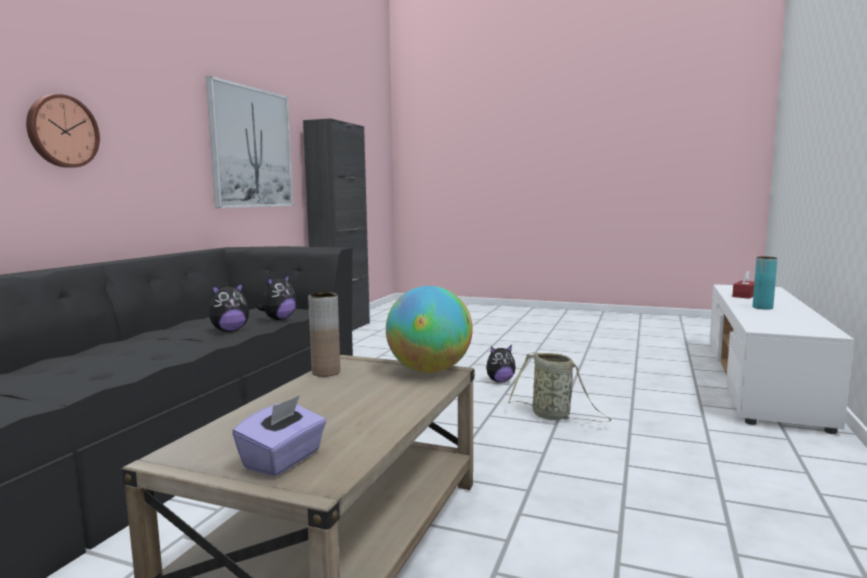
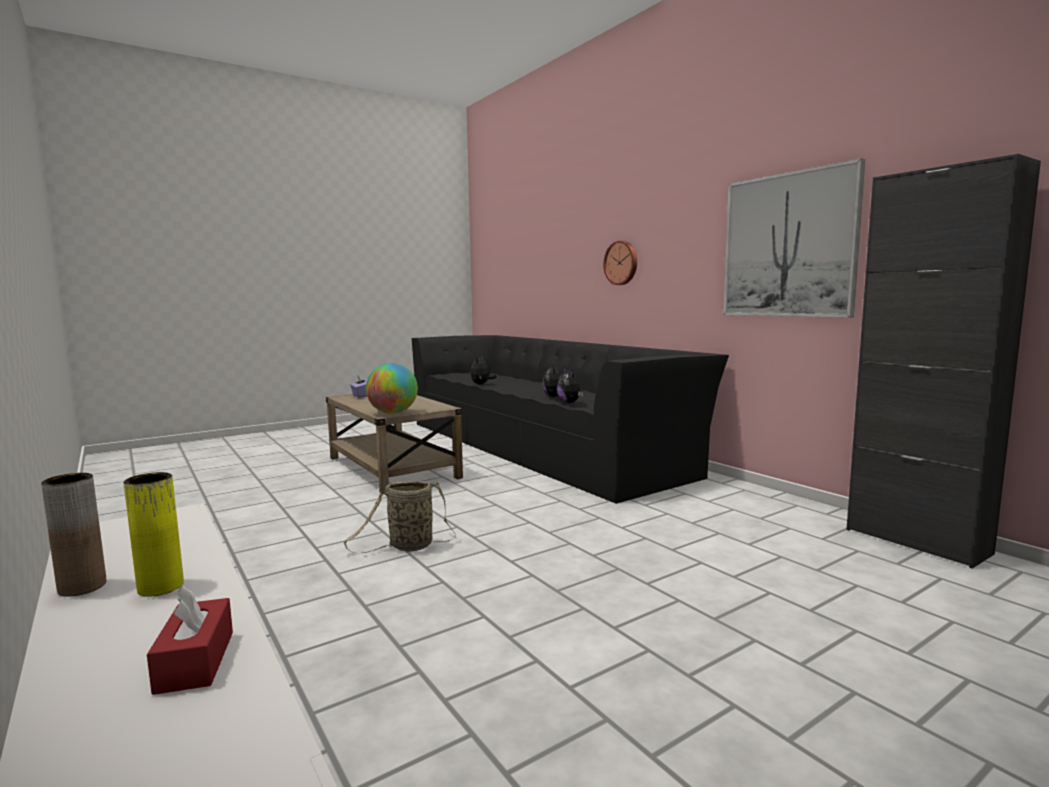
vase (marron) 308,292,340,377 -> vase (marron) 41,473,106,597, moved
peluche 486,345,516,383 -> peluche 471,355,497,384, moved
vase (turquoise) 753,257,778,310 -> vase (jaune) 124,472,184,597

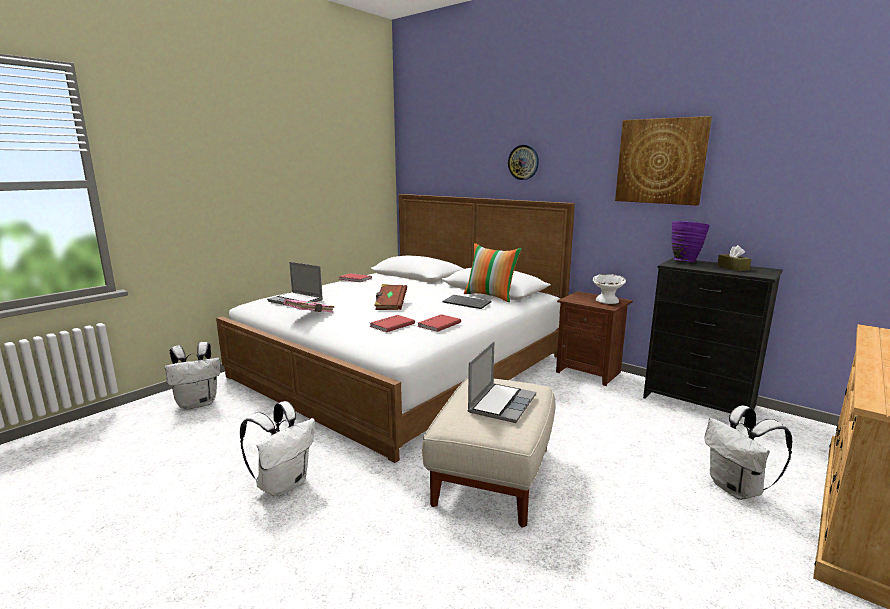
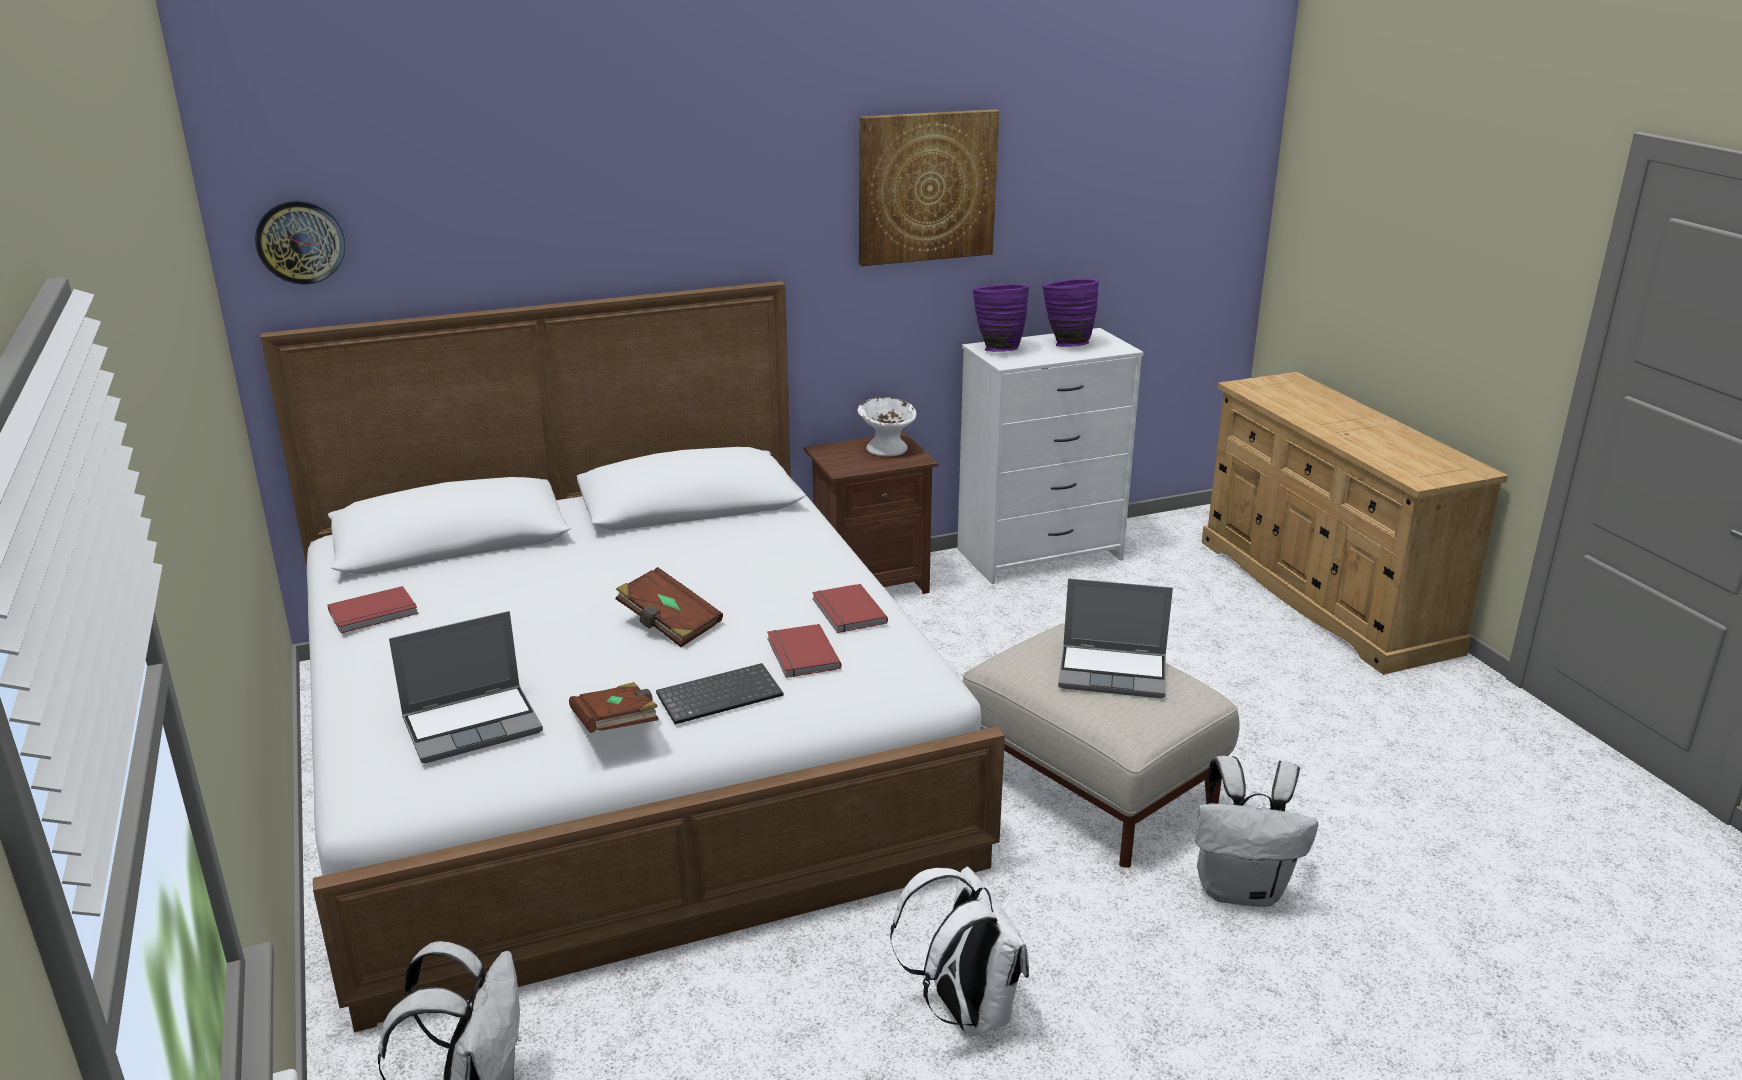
livre (rose) 283,299,334,313 -> livre (marron) 569,682,658,733
clavier 443,295,491,309 -> clavier 656,663,783,724, moved
coussin 464,243,522,302 -> none
ordinateur portable 468,341,536,423 -> ordinateur portable 1058,578,1173,698, 135 degrees clockwise
horloge murale 508,145,539,180 -> horloge murale 255,200,345,285, moved
commode (noir) 643,258,783,427 -> commode (blanc) 957,328,1144,584
sac à dos (blanc) 704,406,792,500 -> sac à dos (blanc) 1195,756,1318,907, moved
boîte à mouchoirs (marron) 717,245,752,271 -> vase (violet) 1042,278,1099,347

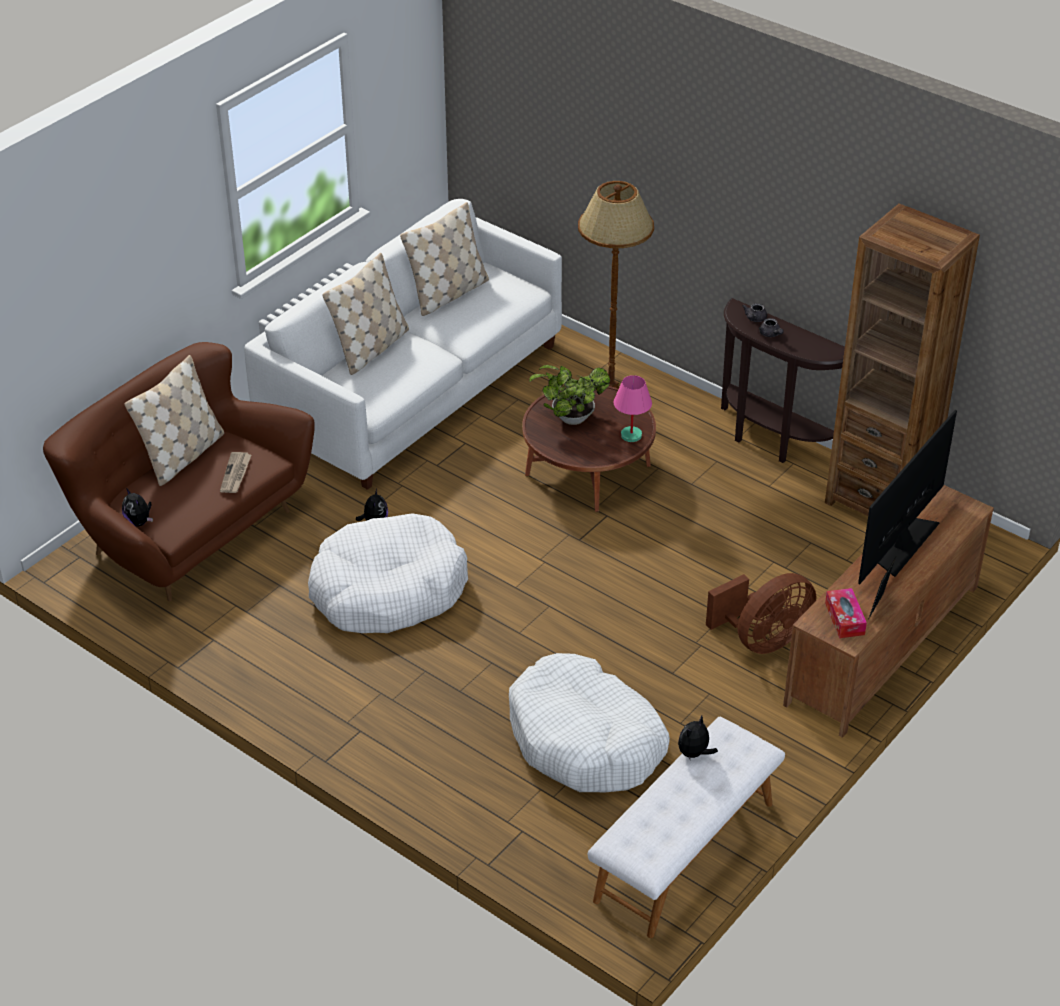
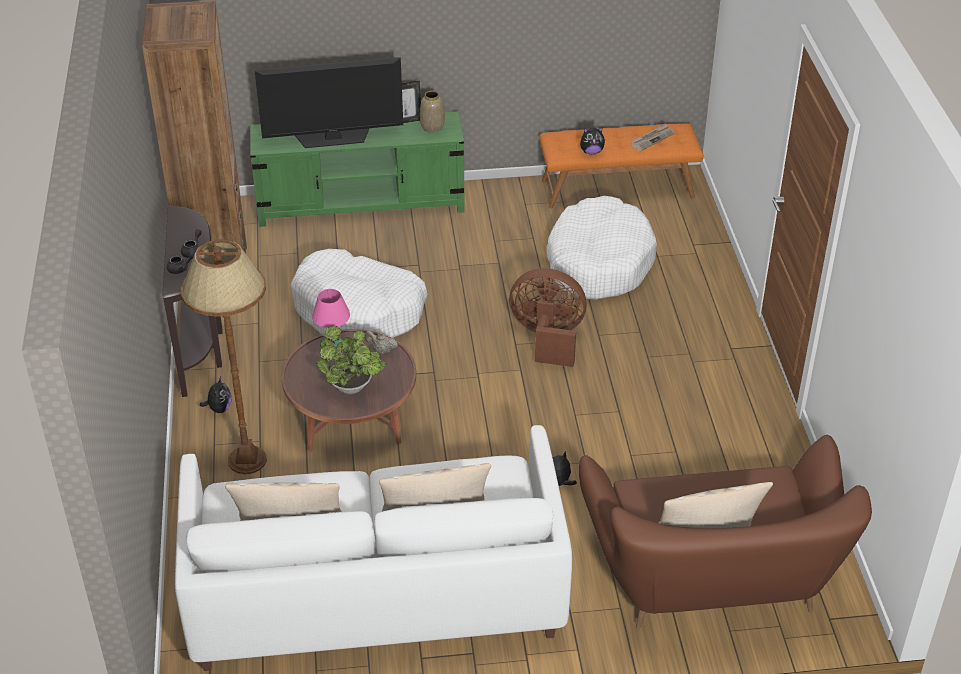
peluche 122,488,153,526 -> peluche 200,377,232,413, moved
journal 220,452,251,493 -> journal 630,123,675,151, moved
panier pour chien (blanc) 308,513,468,633 -> panier pour chien (blanc) 290,249,427,338, moved
banc (blanc) 588,717,785,938 -> banc (orange) 539,123,704,208
ventilateur (marron) 706,573,816,654 -> ventilateur (marron) 509,268,587,367, moved
meuble télé (marron) 783,485,994,738 -> meuble télé (vert) 250,112,465,227
boîte à mouchoirs 825,588,867,638 -> vase 420,91,445,133
none -> théière (beige) 365,331,398,354

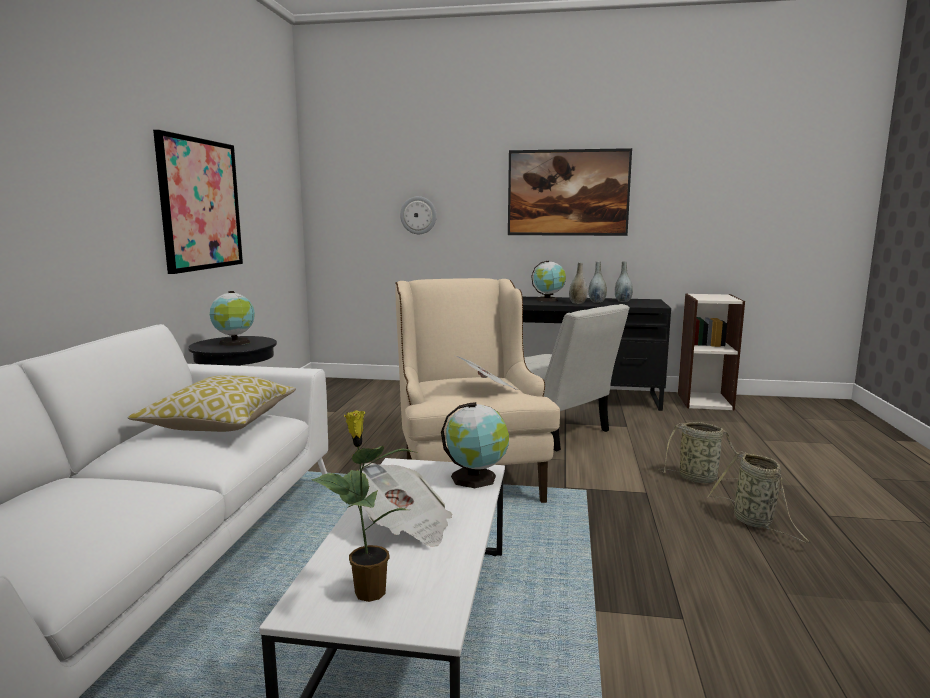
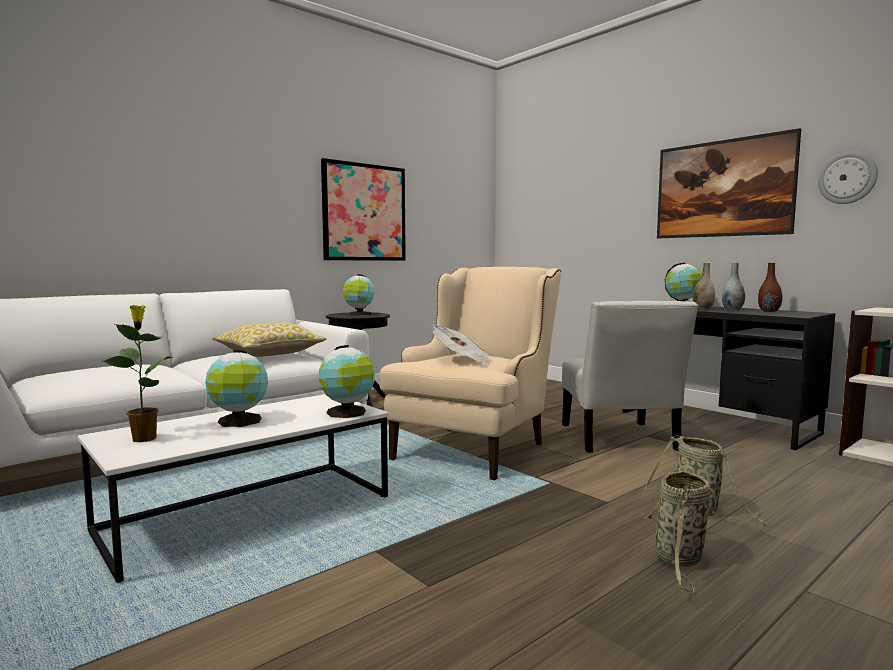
journal 361,463,452,547 -> globe 205,350,268,427
horloge murale 400,196,437,234 -> horloge murale 818,151,878,204, moved
vase (gris) 615,261,633,302 -> vase (marron) 758,263,783,312

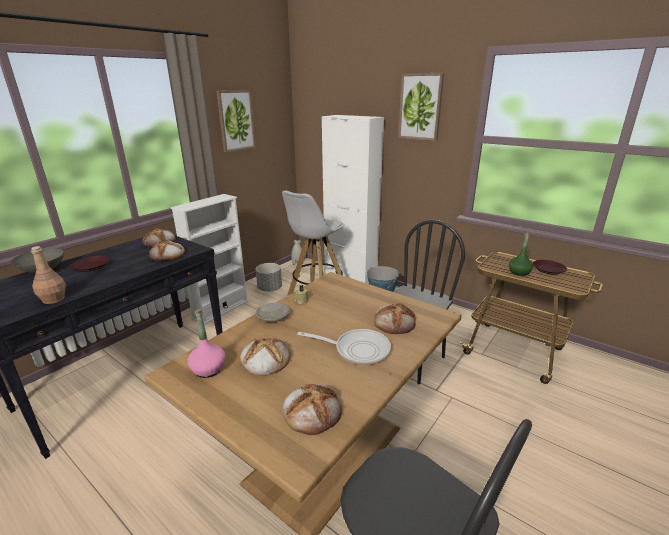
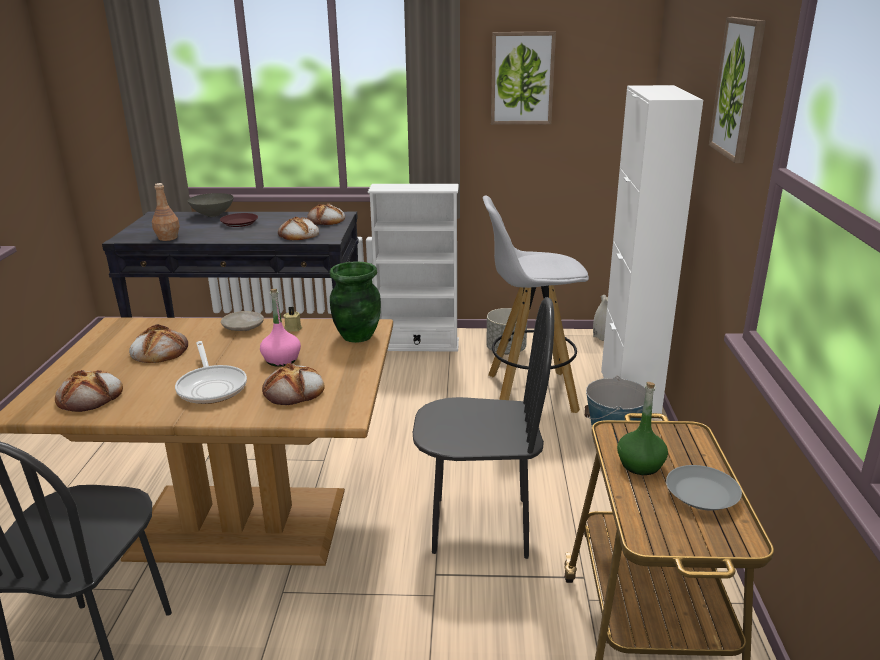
bouteille (rose) 188,309,226,378 -> bouteille (rose) 260,289,301,367, moved
assiette (marron) 533,260,567,274 -> assiette (gris) 666,465,742,510
none -> vase (vert) 330,261,381,343

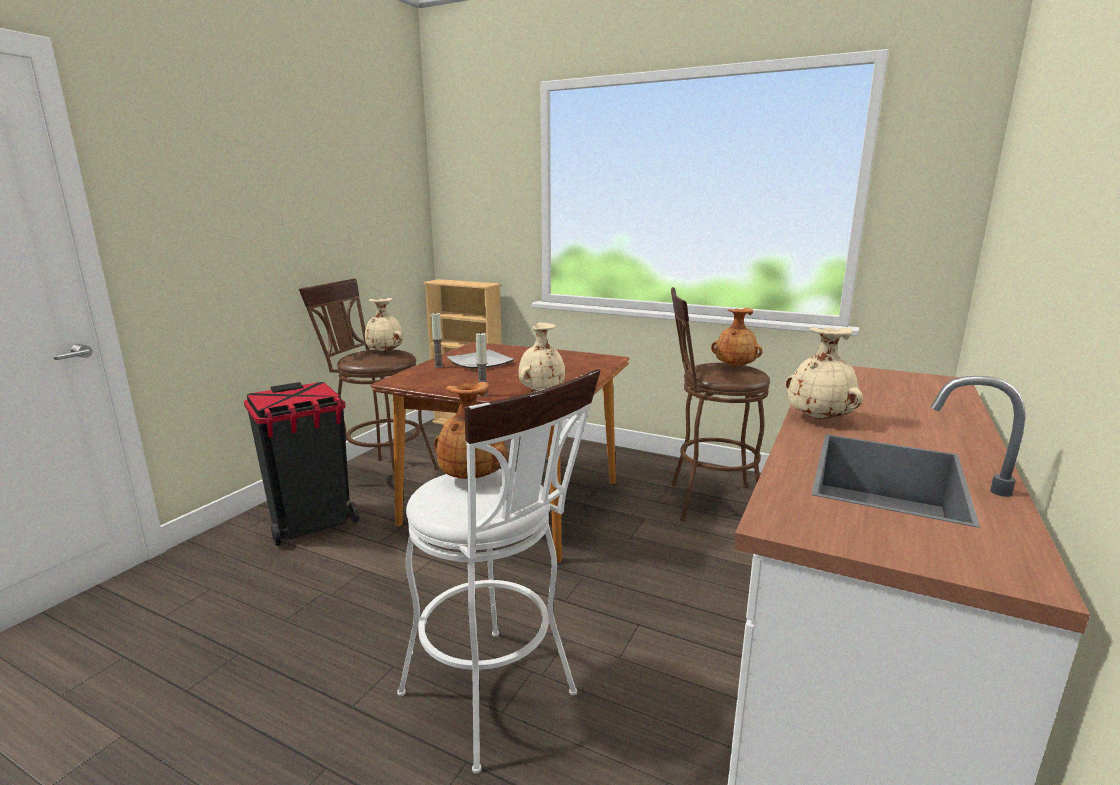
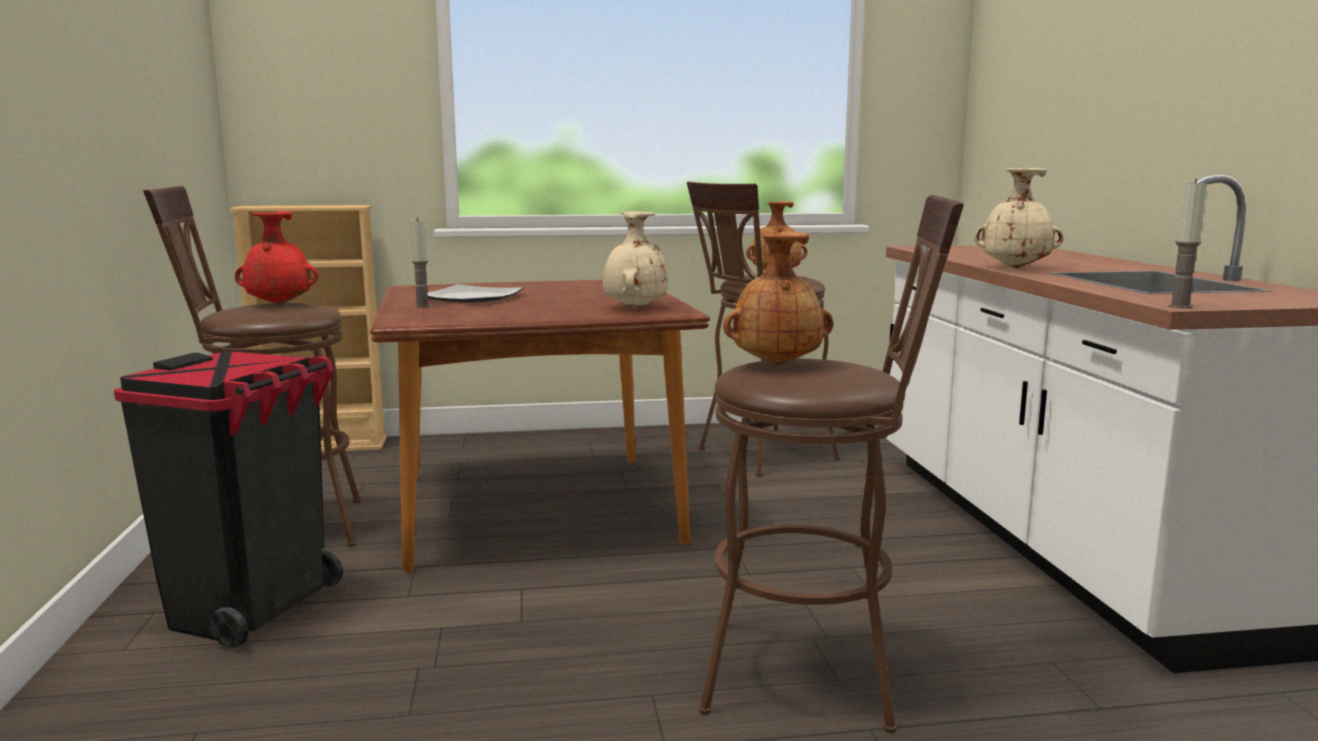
vase (beige) 365,298,403,352 -> vase (rouge) 235,211,318,305
tabouret (blanc) 397,369,601,774 -> tabouret (marron) 699,195,964,733
bougie 475,332,489,397 -> bougie 1168,179,1207,309, moved

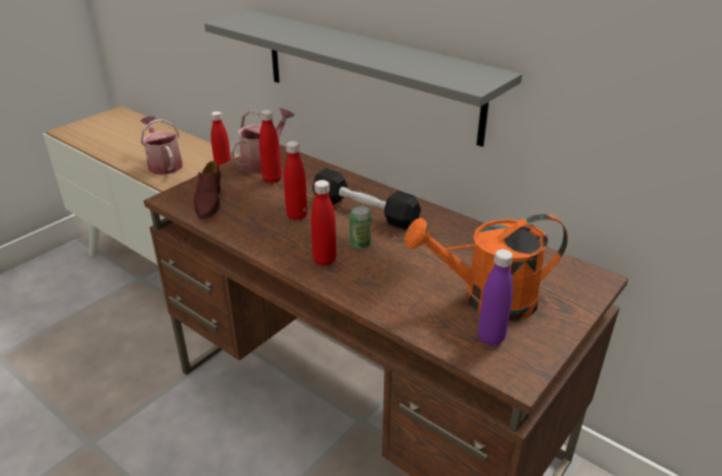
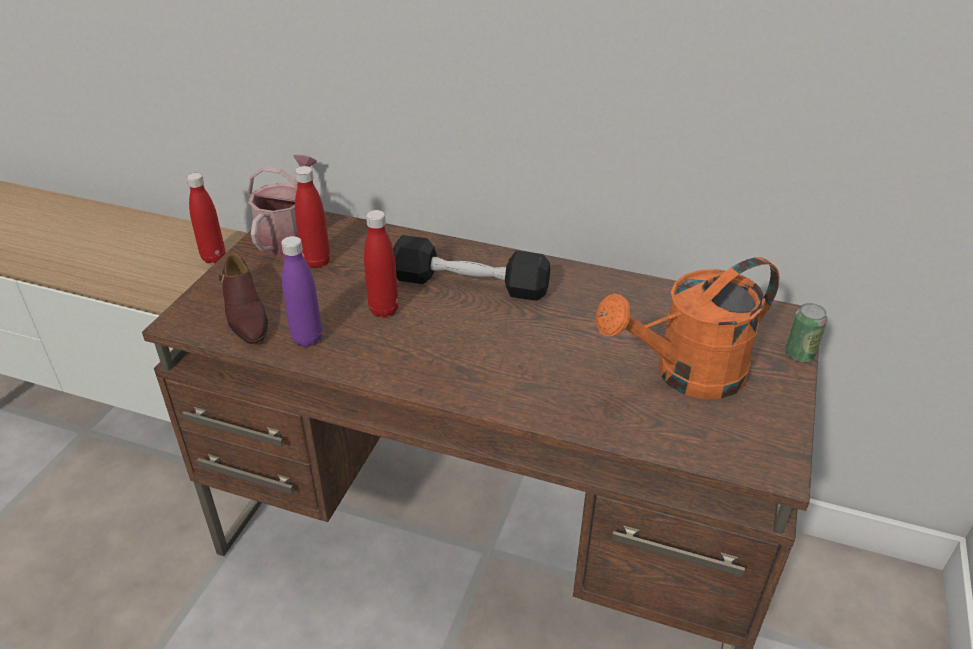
arrosoir 141,116,182,175 -> none
étagère (gris) 204,10,522,147 -> none
bouteille (rouge) 311,180,336,266 -> none
boîte métallique 349,206,371,249 -> boîte métallique 785,303,827,362, moved
bouteille (violet) 478,249,513,346 -> bouteille (violet) 281,236,322,347, moved

